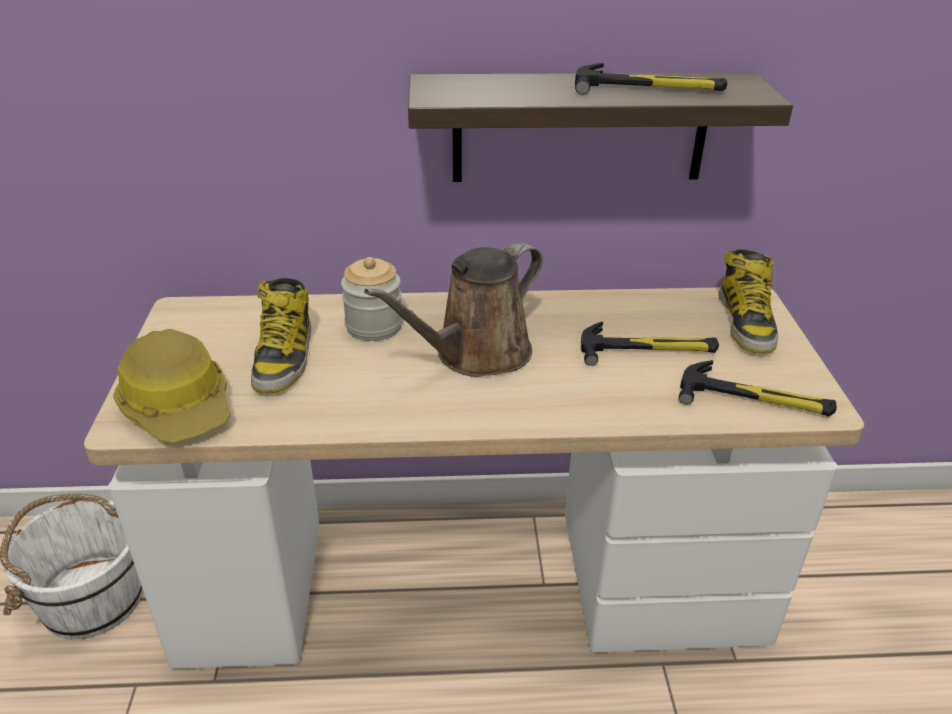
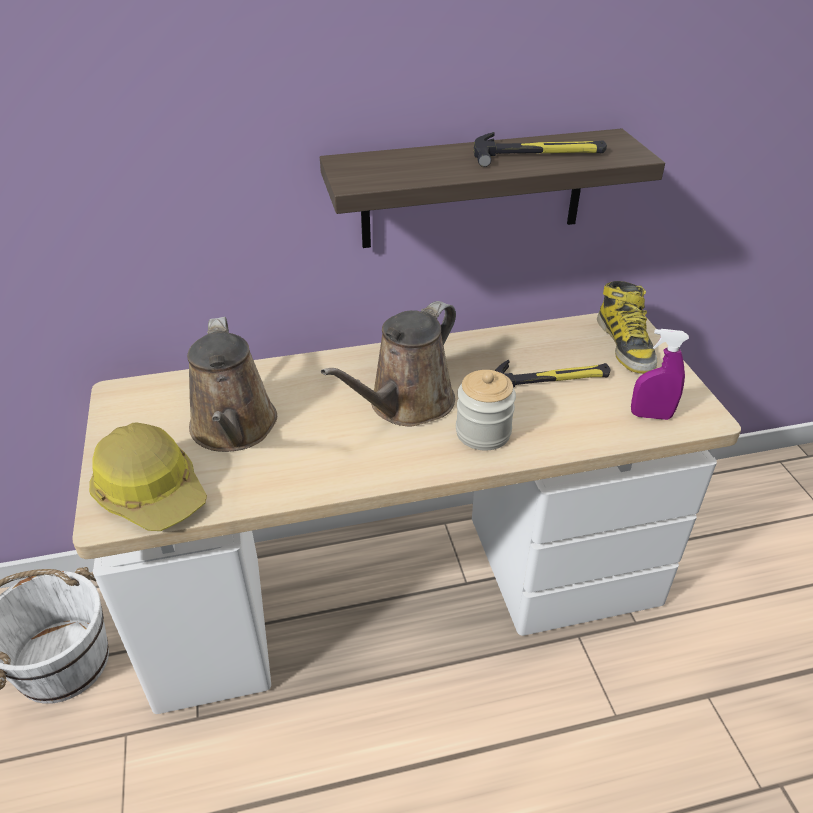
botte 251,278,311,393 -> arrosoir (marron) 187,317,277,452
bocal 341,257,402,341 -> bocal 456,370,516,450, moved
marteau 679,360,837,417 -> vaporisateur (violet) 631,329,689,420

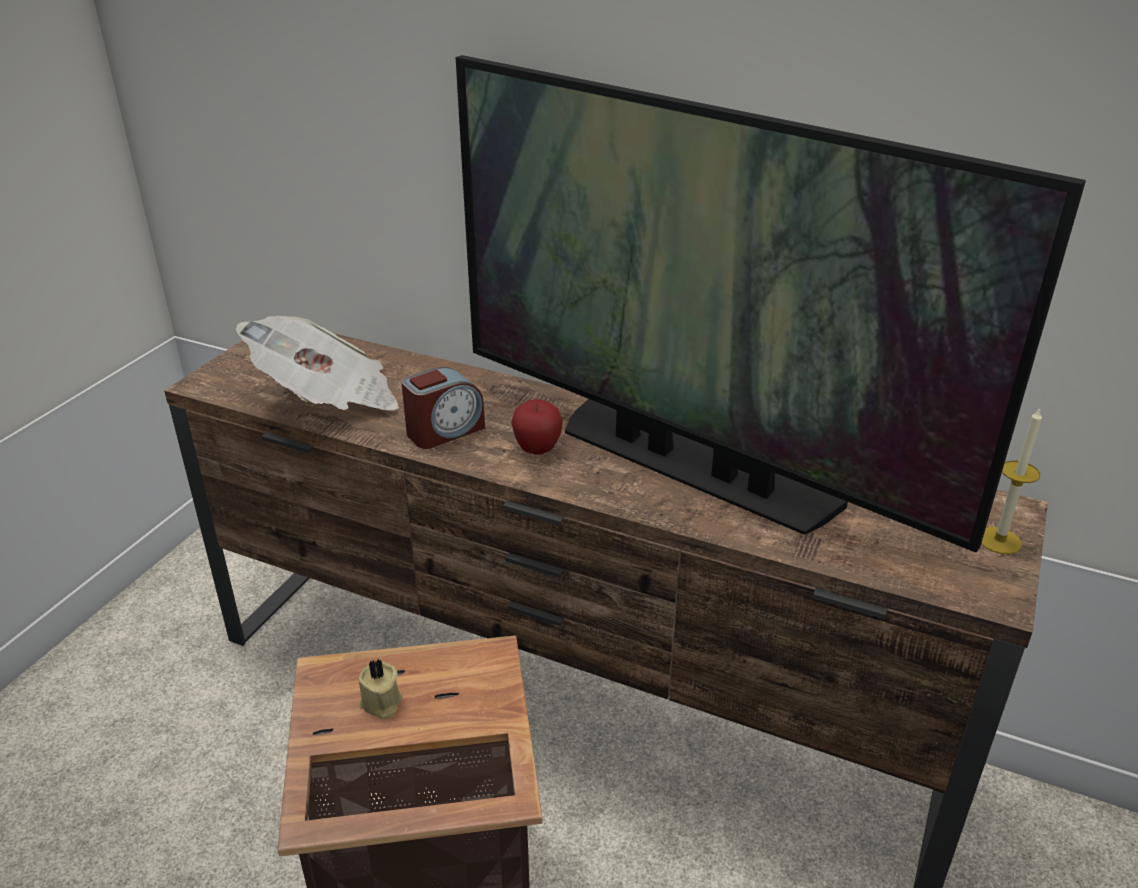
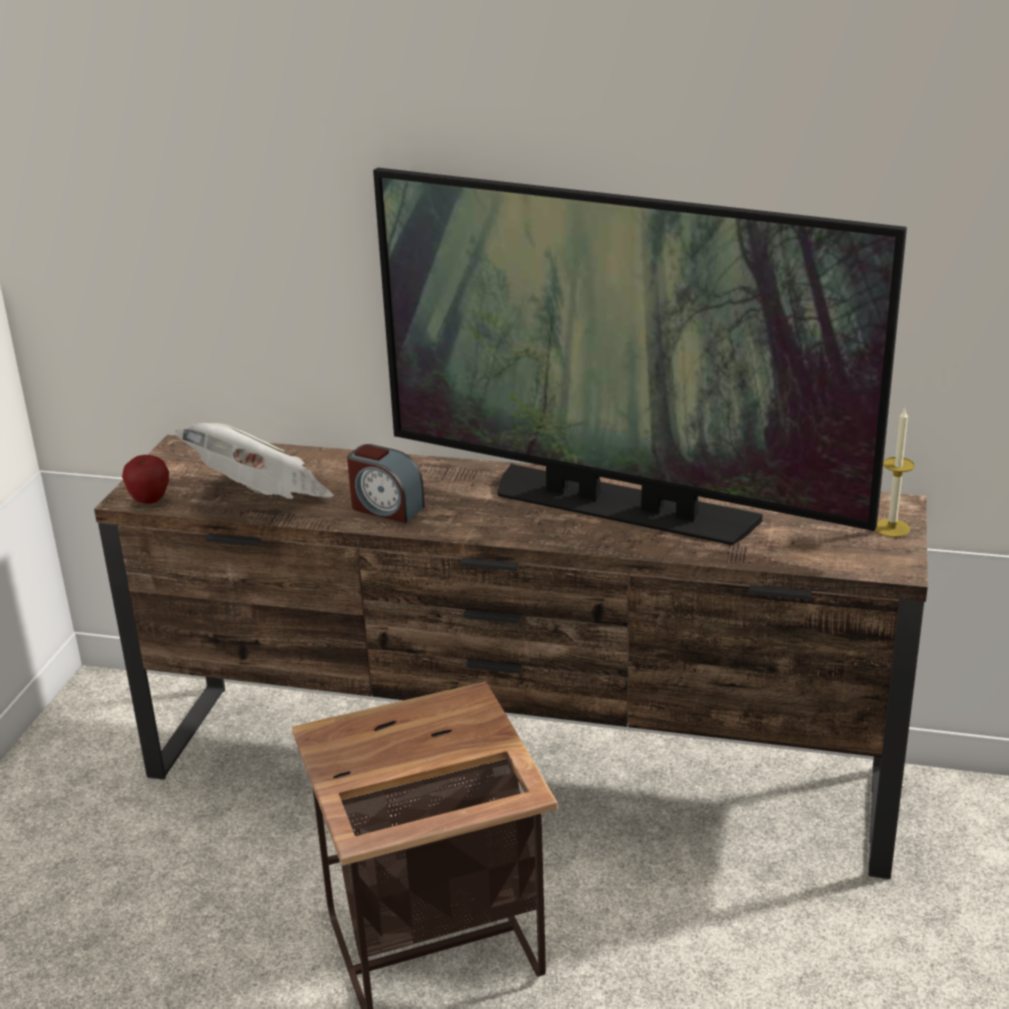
bougie (beige) 358,658,402,719 -> none
réveil 401,367,485,449 -> réveil 347,444,425,523, 75 degrees clockwise
pomme 511,399,563,455 -> pomme 122,455,169,504, moved

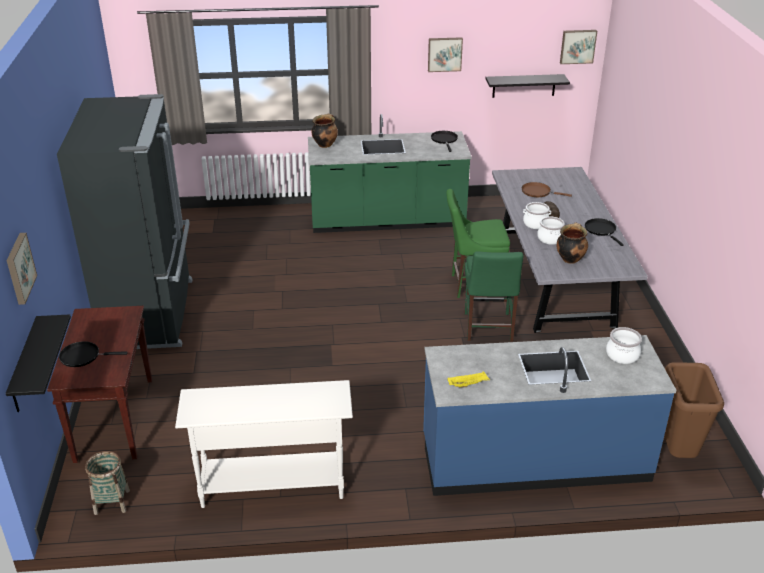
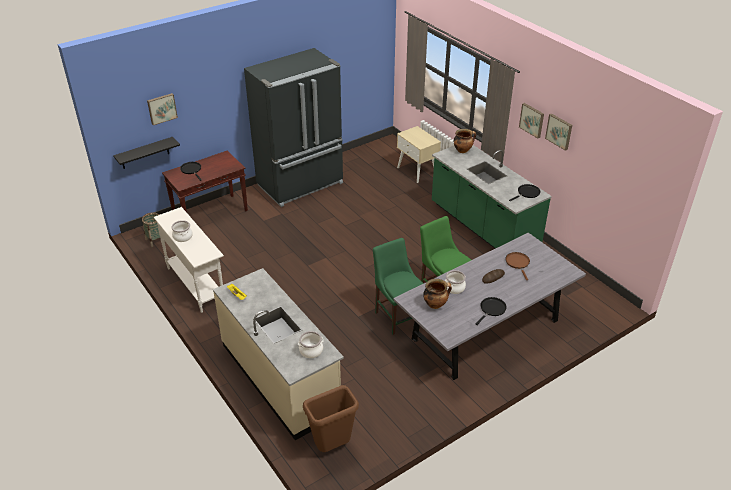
comptoir de cuisine (bleu) 423,335,676,496 -> comptoir de cuisine (beige) 213,268,344,440
chaise (vert) 464,251,523,342 -> chaise (vert) 373,238,424,335, 90 degrees clockwise
étagère (noir) 485,74,570,98 -> none
marmite 523,202,551,229 -> marmite 171,220,193,242, moved
tableau 560,30,597,64 -> tableau 519,103,544,139, moved
none -> table de chevet (beige) 397,126,441,183

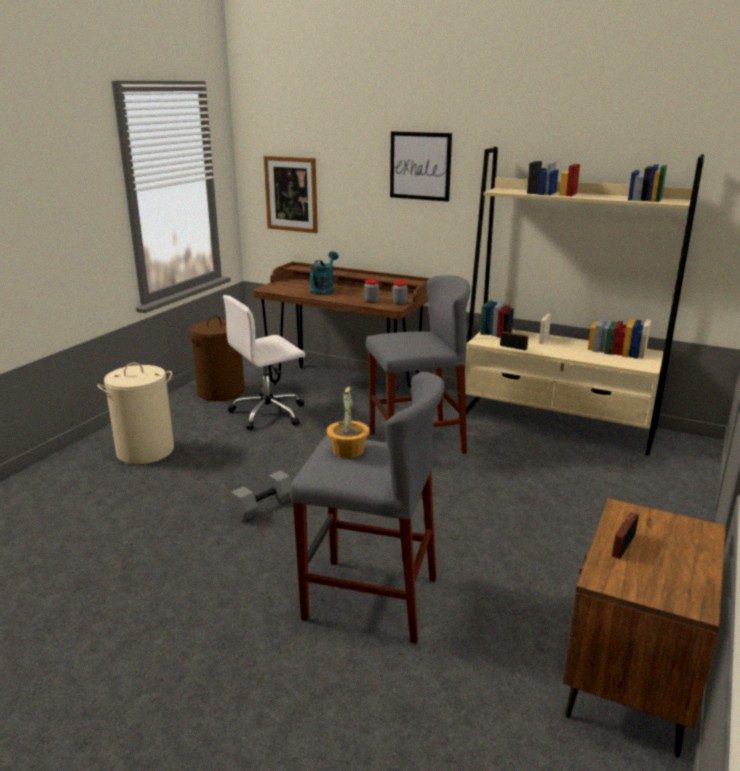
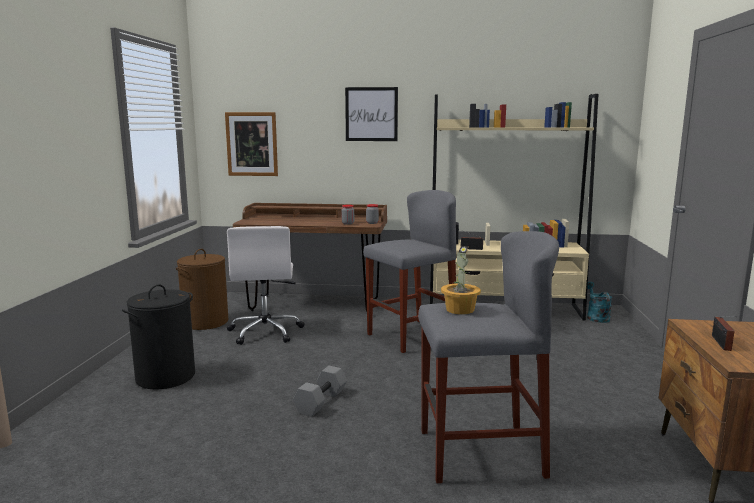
panier à linge (beige) 97,363,174,464 -> panier à linge (noir) 122,284,195,389
chaise de bureau (blanc) 223,295,305,430 -> chaise de bureau (blanc) 227,226,304,345, 45 degrees counterclockwise
arrosoir (turquoise) 310,251,338,295 -> arrosoir (turquoise) 587,282,612,323, moved

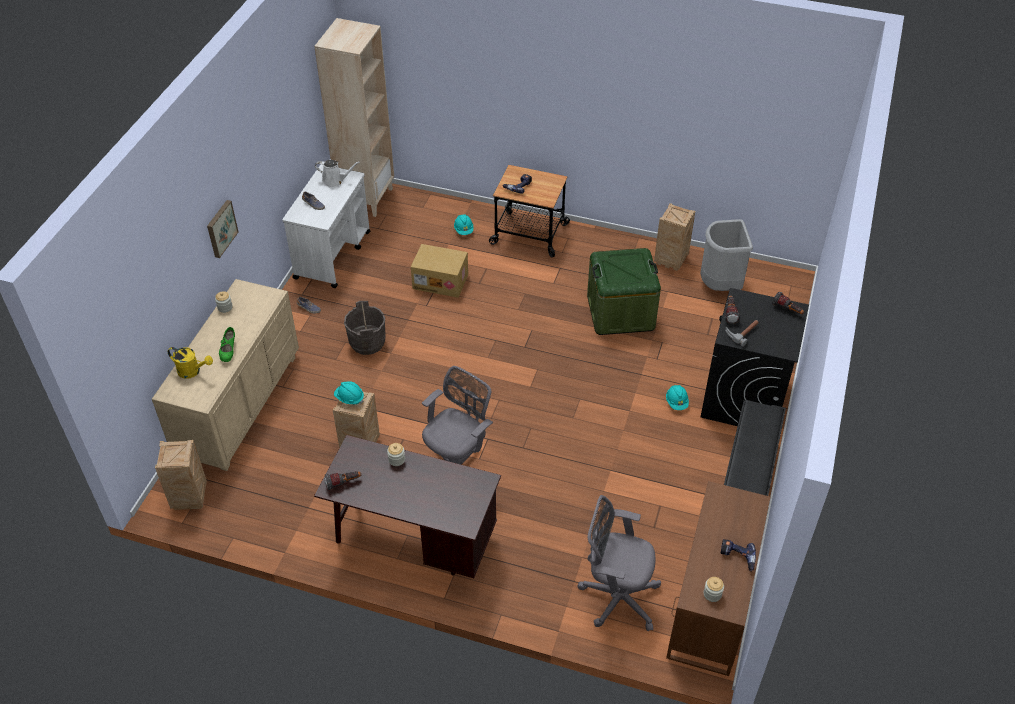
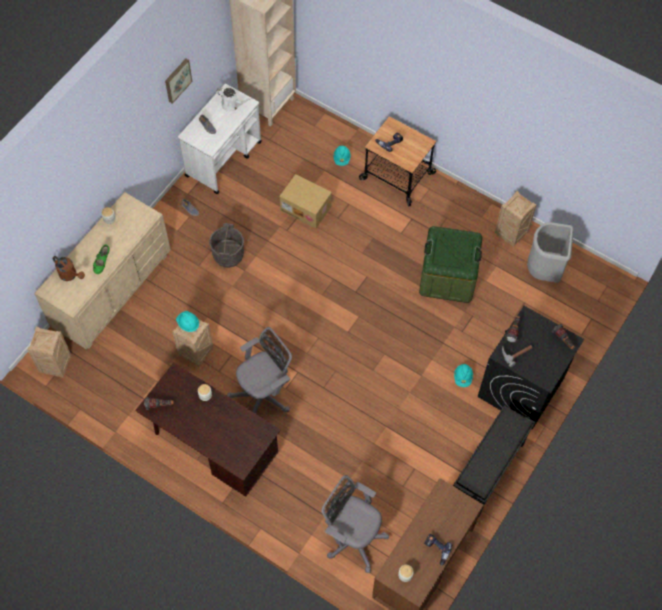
arrosoir (jaune) 168,347,213,379 -> arrosoir (marron) 52,256,85,281
tableau 207,200,239,258 -> tableau 165,59,192,104, moved

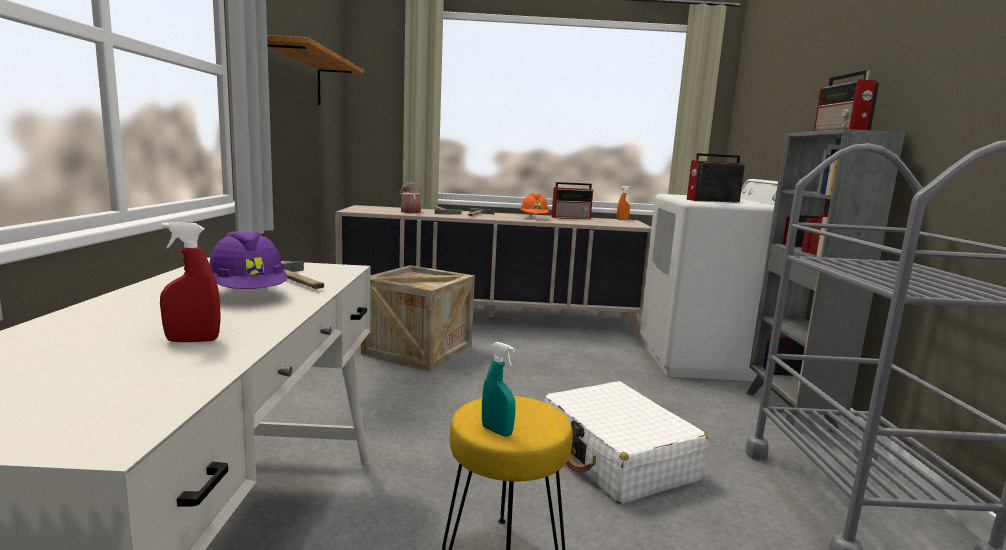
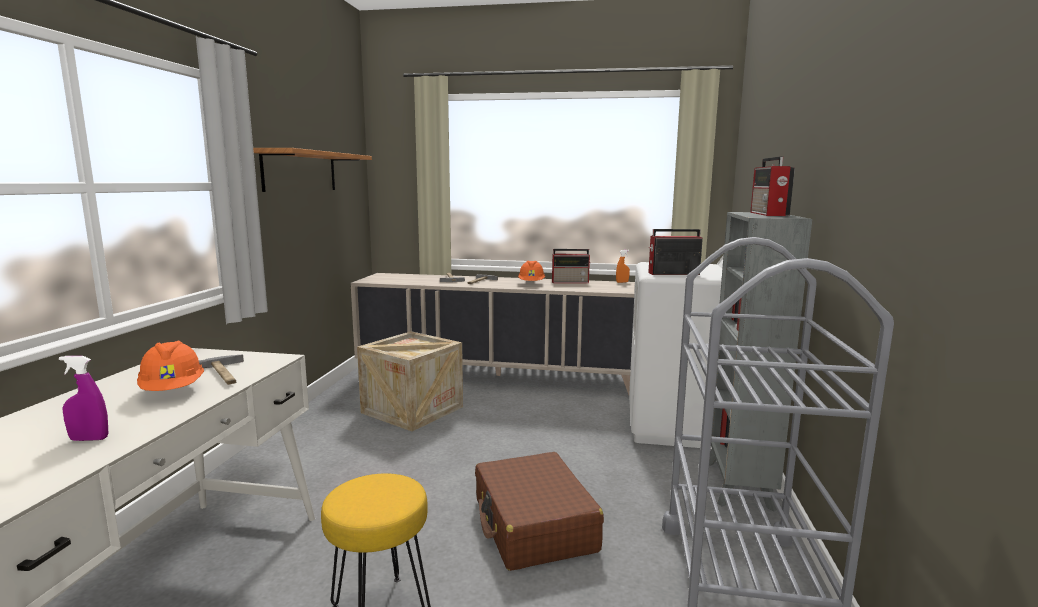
vaporisateur (rouge) 160,222,221,342 -> vaporisateur (violet) 59,356,108,441
casque de chantier (violet) 210,231,287,289 -> casque de chantier (orange) 137,341,204,391
arrosoir 400,183,422,213 -> none
vaporisateur (turquoise) 482,342,516,437 -> none
valise (blanc) 543,381,708,504 -> valise (marron) 475,452,604,571

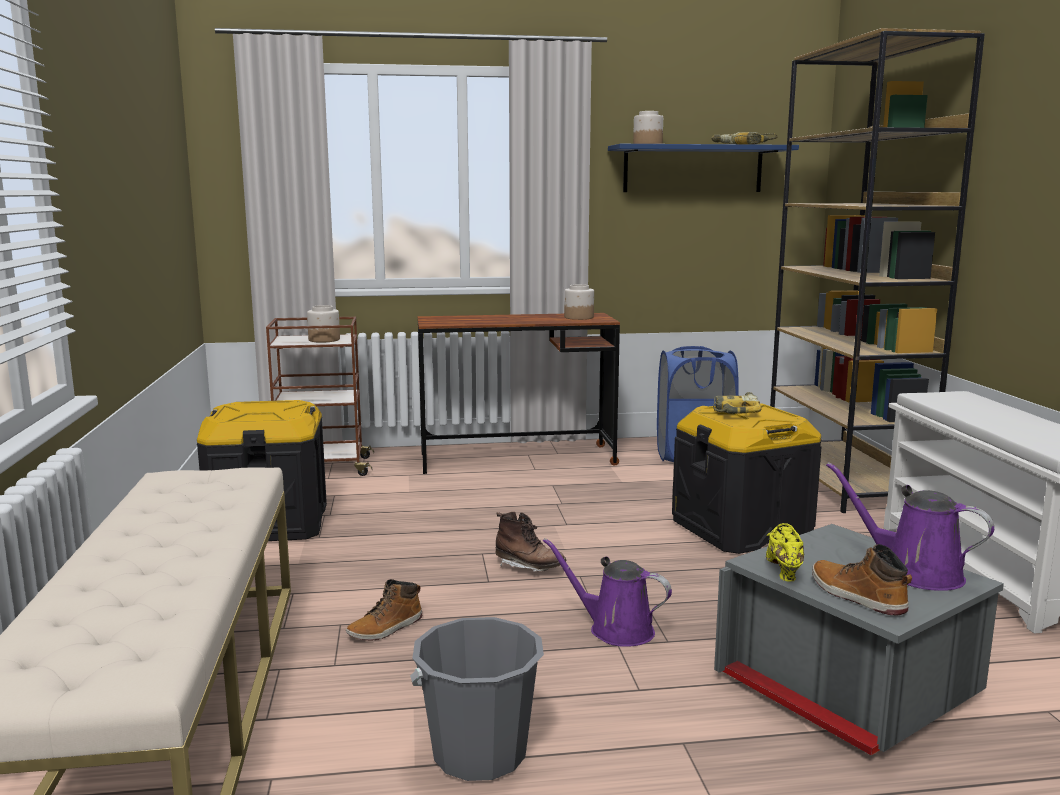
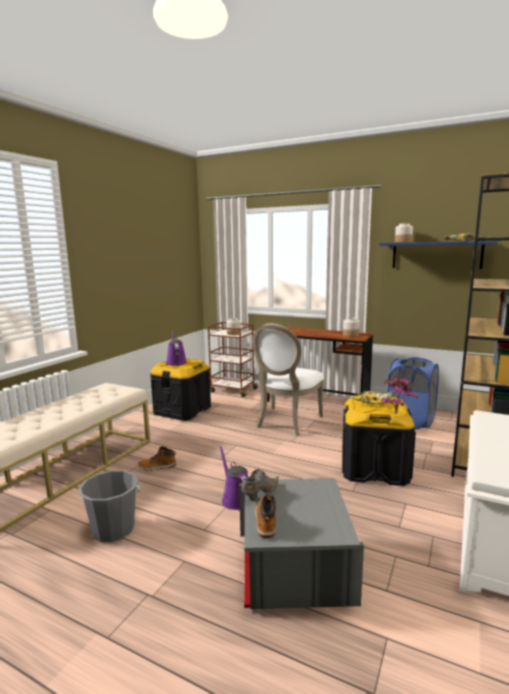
botte (marron) 495,512,567,572 -> none
chaussure (jaune) 766,523,804,582 -> chaussure (gris) 241,469,279,501
arrosoir (violet) 826,462,994,591 -> arrosoir (violet) 166,331,187,366, moved
none -> chaise (blanc) 253,323,324,436
none -> plante en pot 382,376,418,414

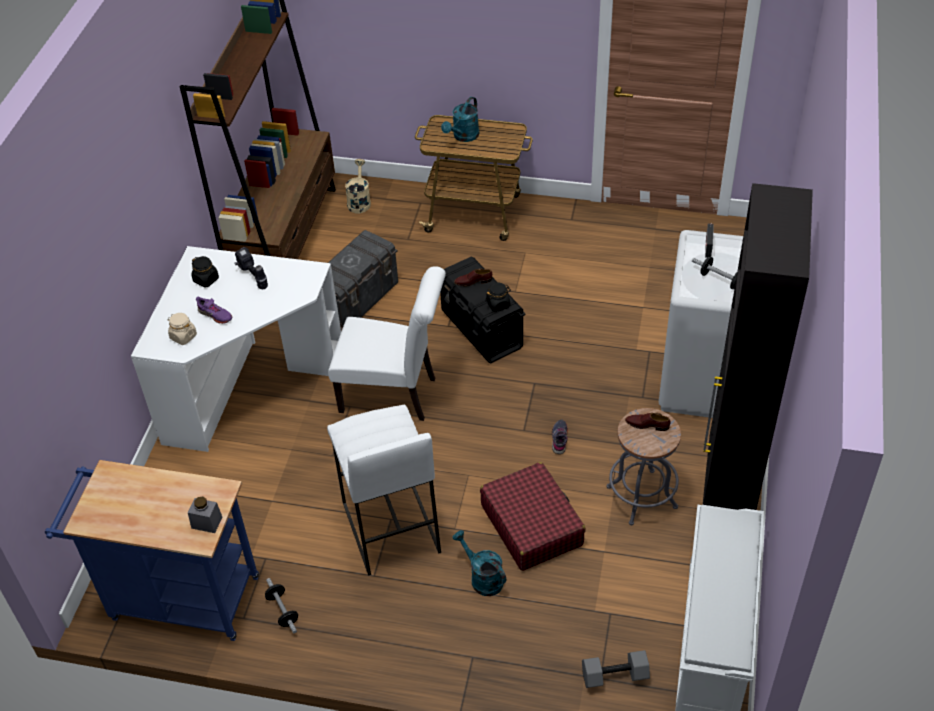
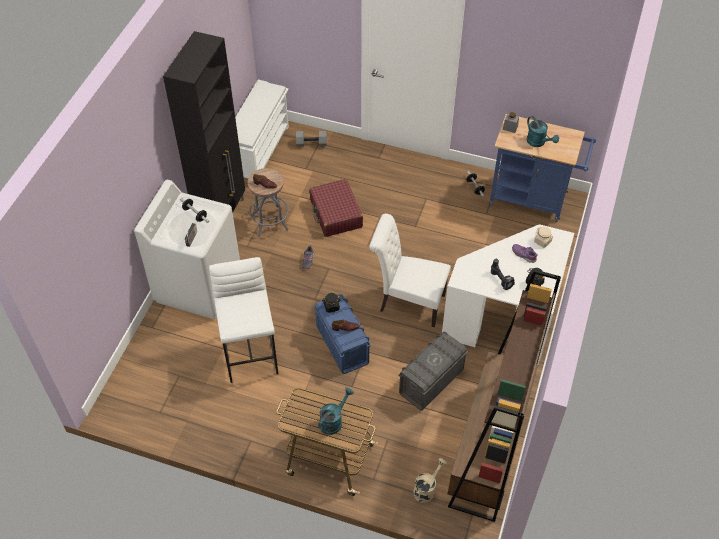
tabouret (blanc) 327,405,441,576 -> tabouret (blanc) 209,257,278,383, moved
arrosoir (beige) 345,159,371,214 -> arrosoir (beige) 413,458,447,503, 150 degrees counterclockwise
boîte de rangement (noir) 440,257,526,363 -> boîte de rangement (bleu) 314,294,371,374
arrosoir (turquoise) 452,530,506,596 -> arrosoir (turquoise) 527,116,559,147, moved

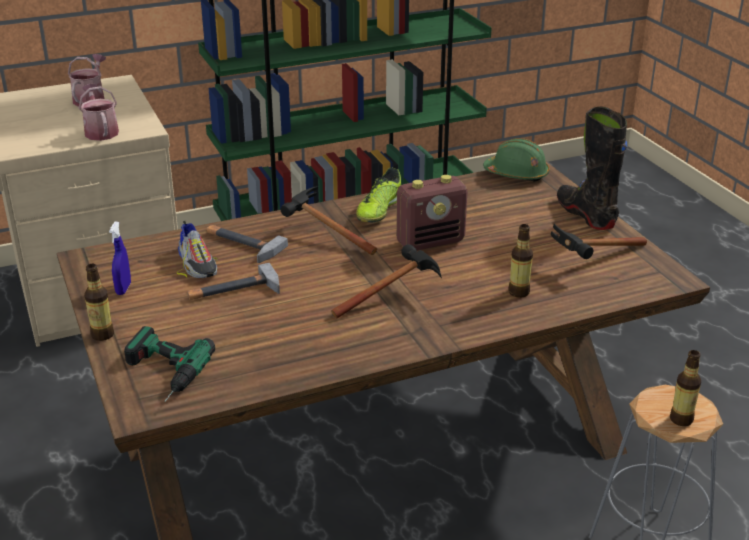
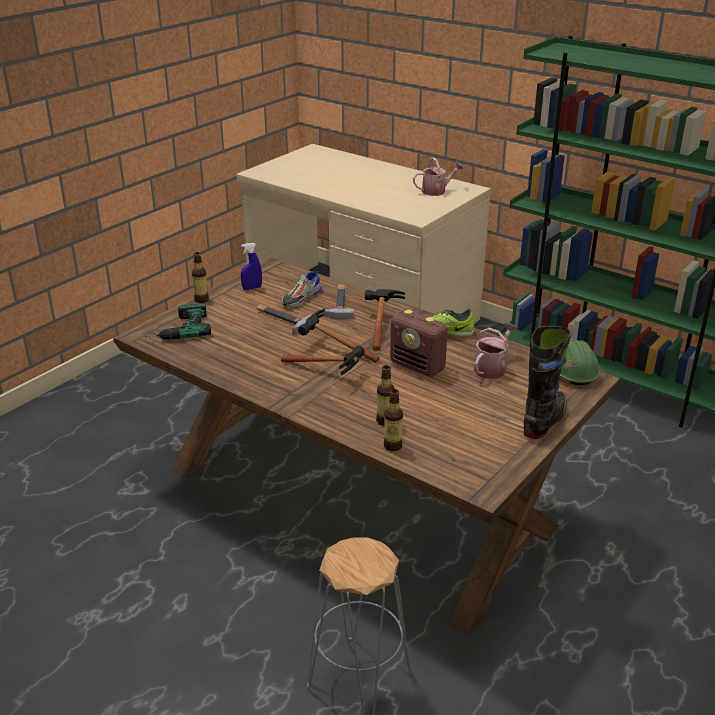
arrosoir 79,84,119,141 -> arrosoir 474,323,517,379, moved
marteau 551,224,647,259 -> marteau 298,309,380,363, moved
bouteille 670,350,701,426 -> bouteille 384,389,403,451, moved

